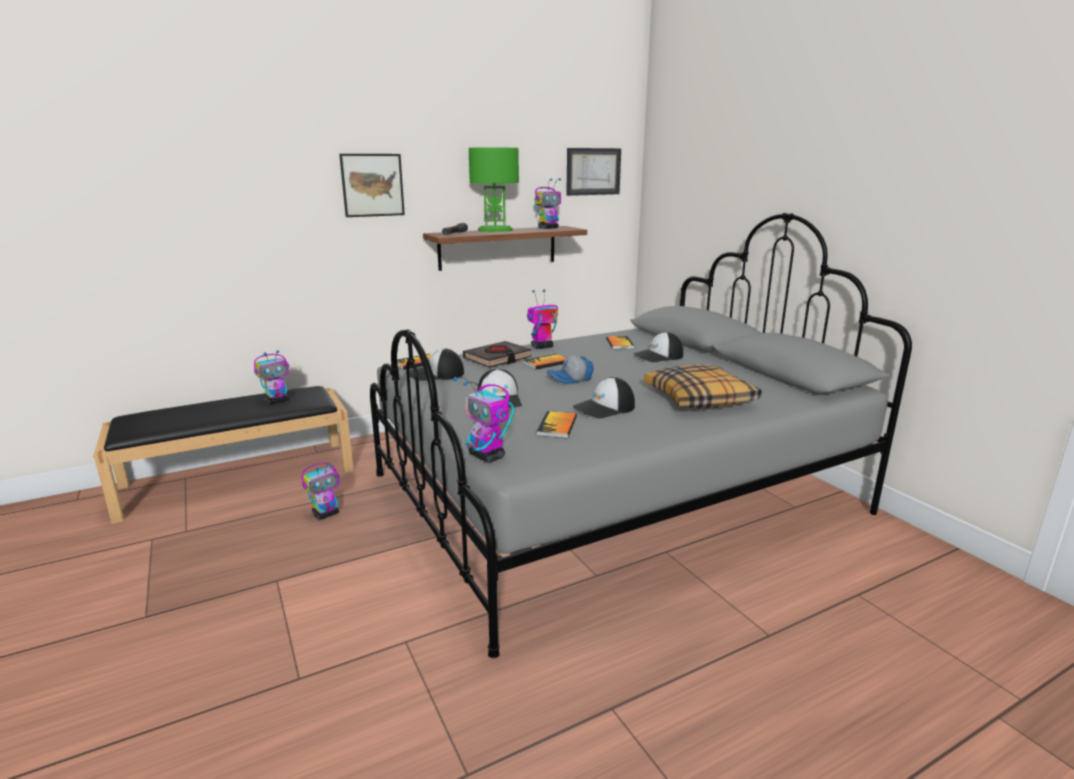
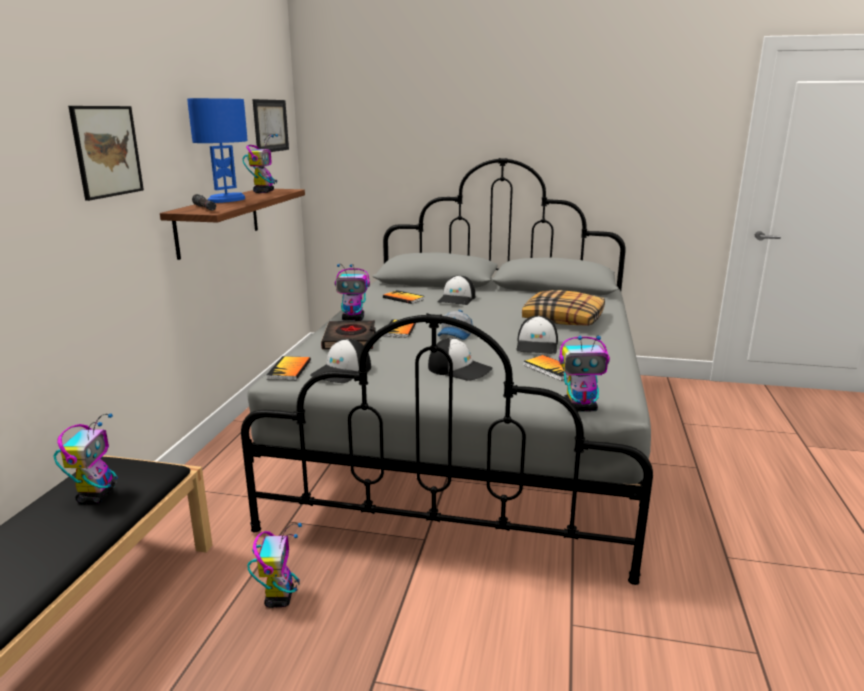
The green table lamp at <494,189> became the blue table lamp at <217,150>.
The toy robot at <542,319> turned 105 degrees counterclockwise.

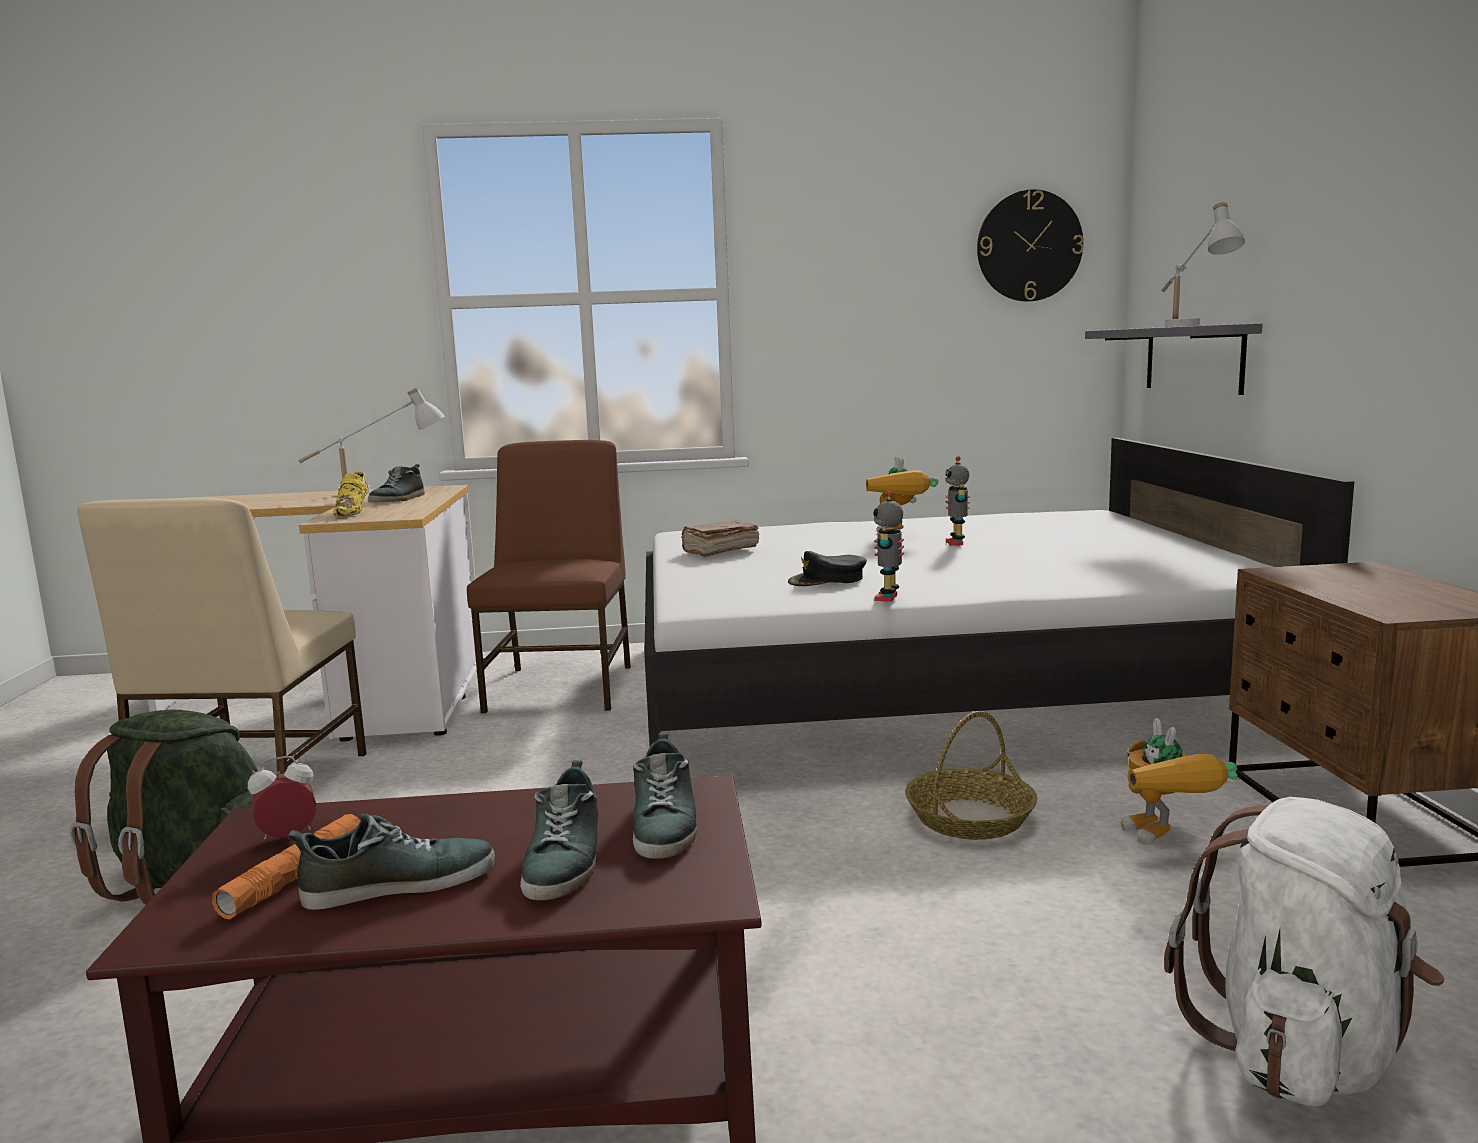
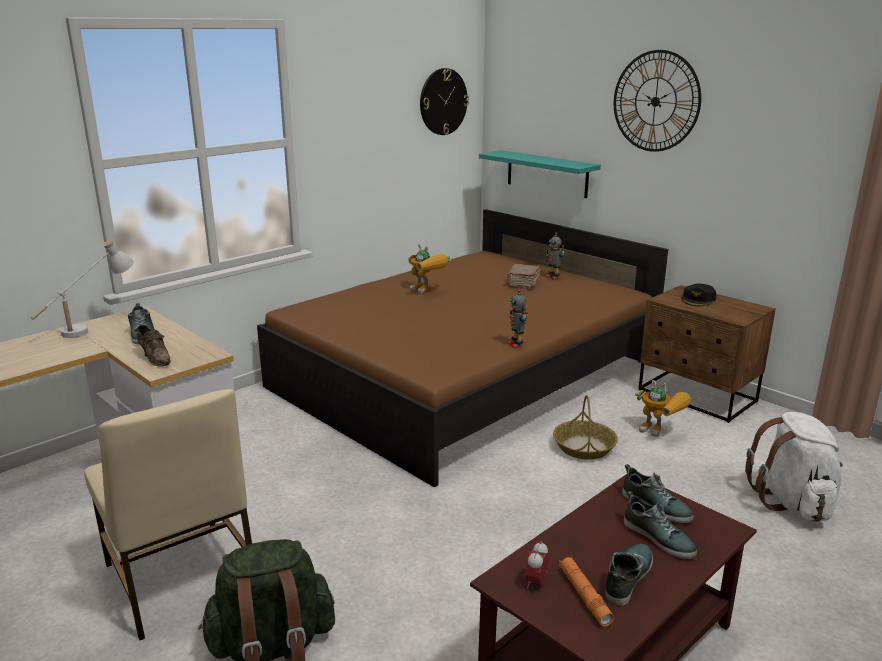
The yellow shoe at <350,494> became the brown shoe at <154,346>.
The white bed at <999,592> became the brown bed at <462,348>.
The grey shelf at <1174,359> became the turquoise shelf at <540,174>.
The brown book moved from <720,538> to <523,276>.
The toy robot moved from <957,501> to <555,256>.
The wall clock at <657,101> appeared.
The black cap moved from <827,568> to <699,295>.
The brown chair at <549,576> disappeared.
The white table lamp at <1203,264> disappeared.

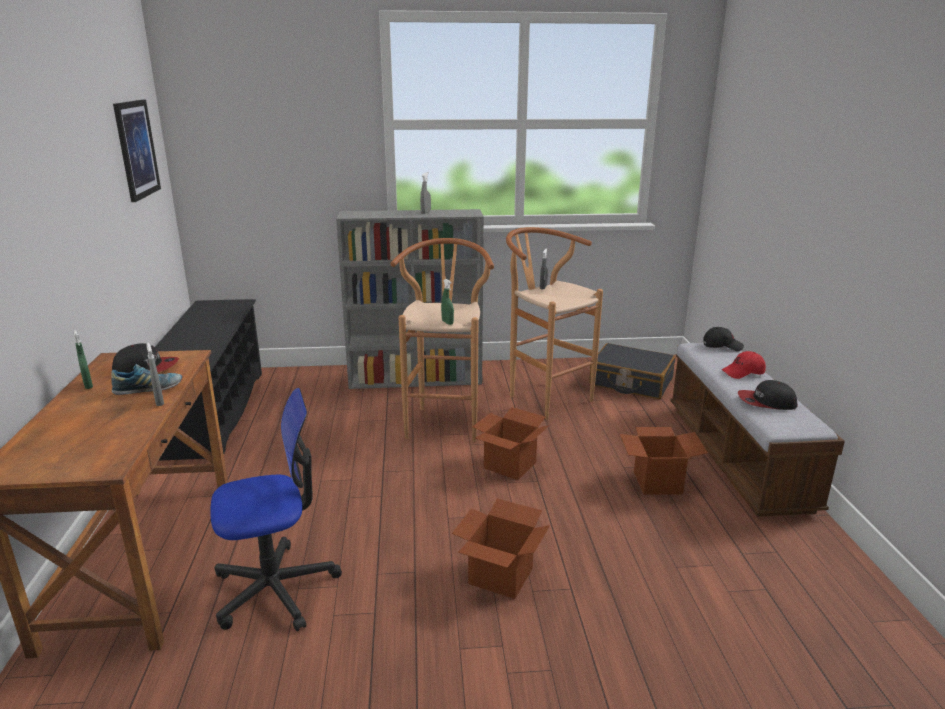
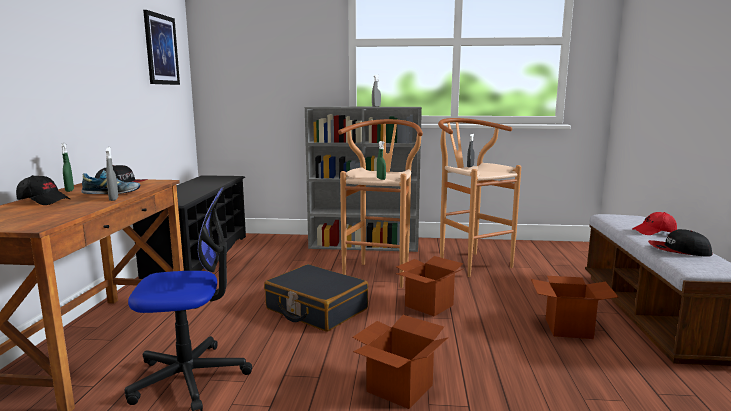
The black cap moved from <723,339> to <43,190>.
The black suitcase moved from <632,371> to <316,298>.

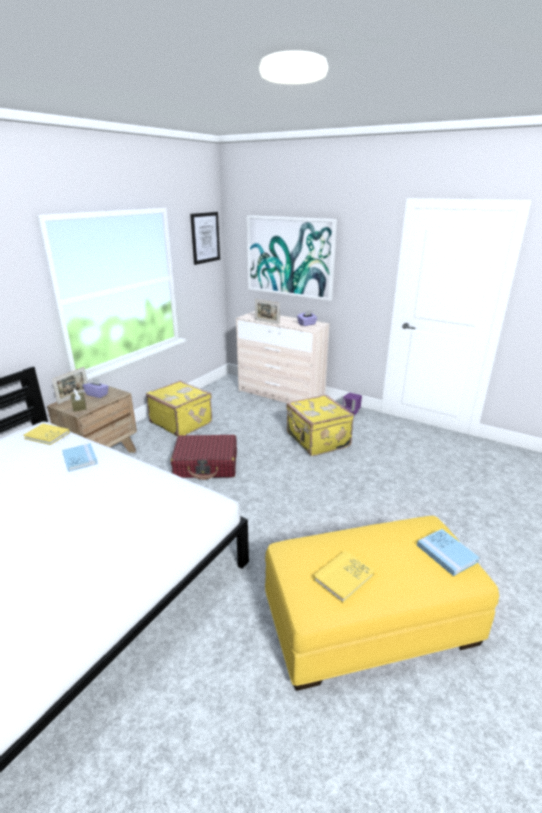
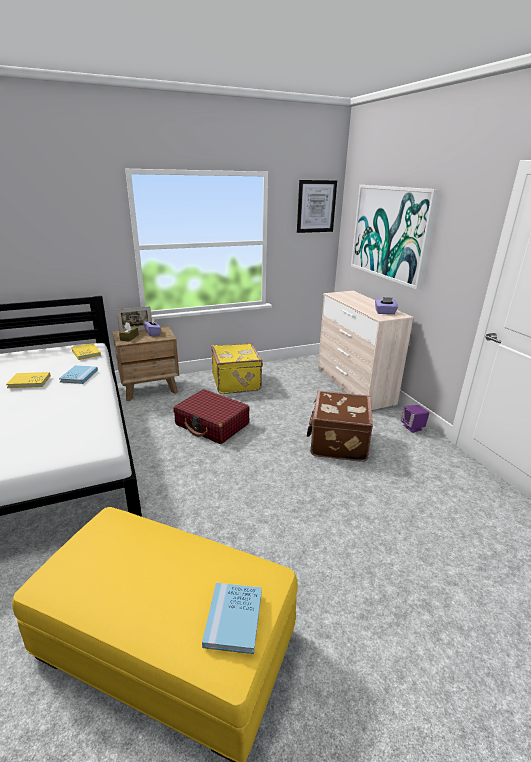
The yellow book moved from <344,576> to <28,380>.
The yellow suitcase at <320,425> became the brown suitcase at <340,426>.
The picture frame at <267,311> disappeared.

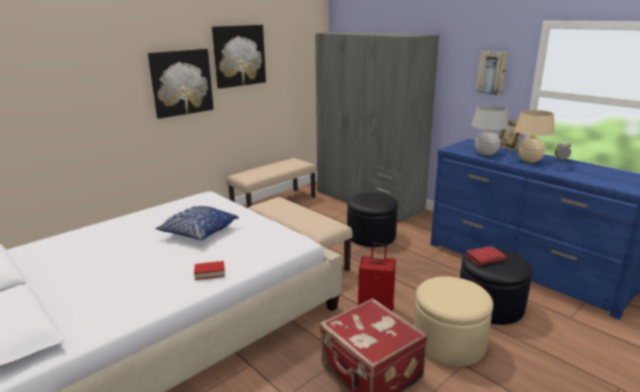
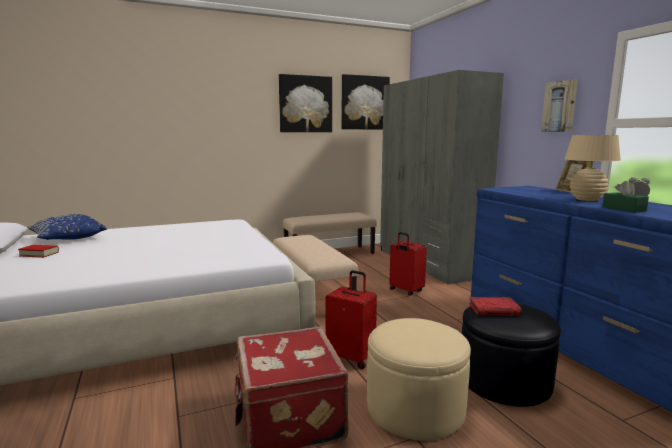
The book moved from <209,270> to <38,251>.
The blue pillow moved from <197,223> to <67,227>.
The picture moved from <181,84> to <366,101>.
The black ottoman at <372,219> was replaced by the red suitcase at <408,264>.
The green tissue box at <625,197> appeared.
The white table lamp at <490,130> disappeared.

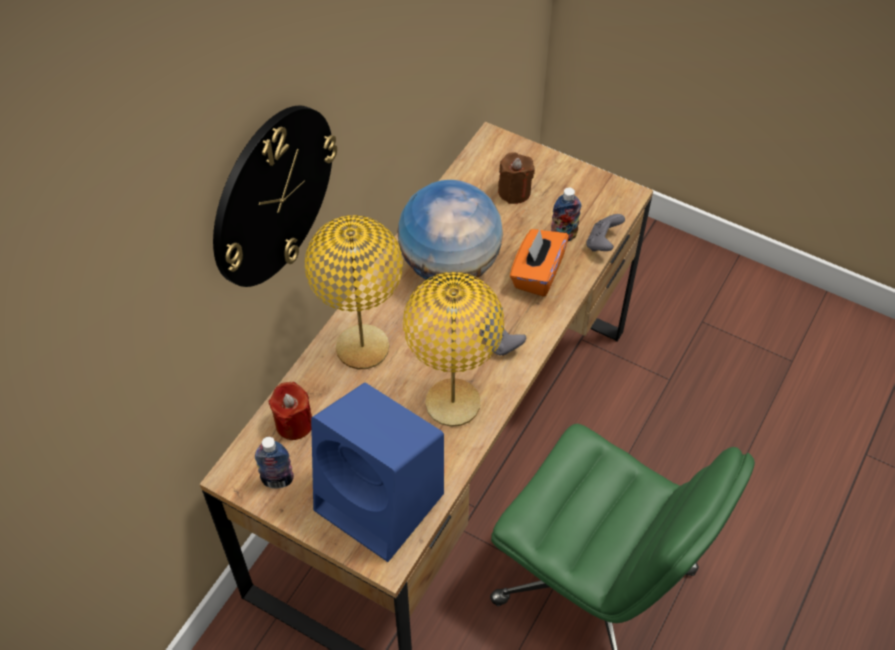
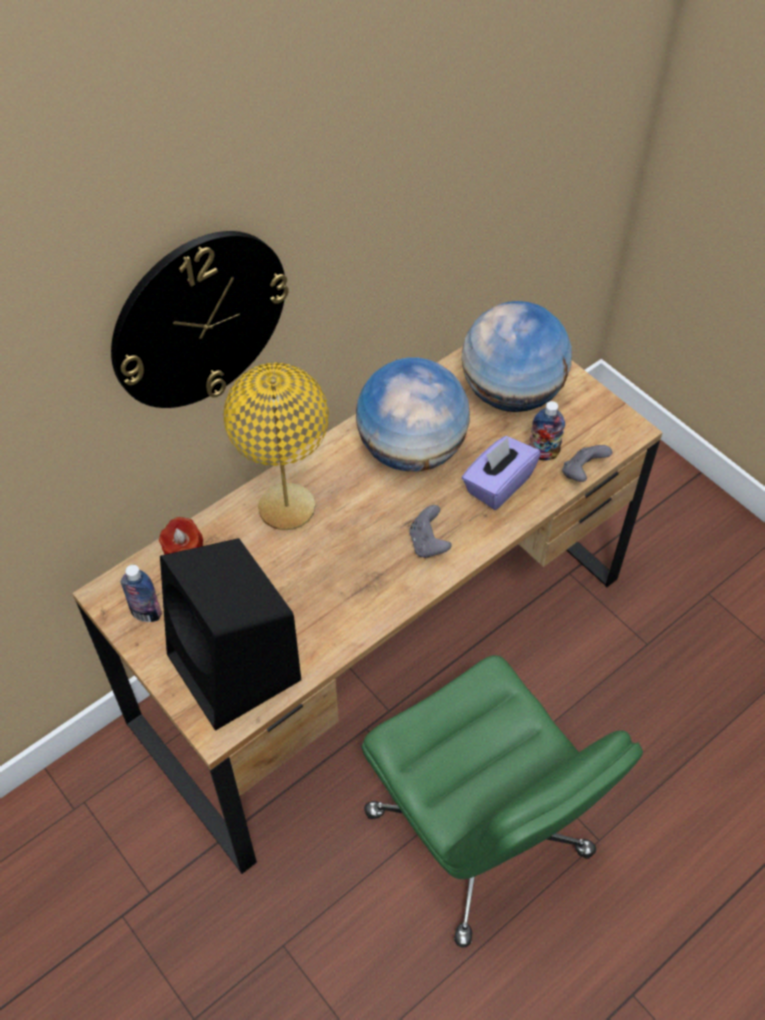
The blue speaker at <377,472> became the black speaker at <230,634>.
The brown candle at <516,178> was replaced by the globe at <516,356>.
The orange tissue box at <539,263> became the purple tissue box at <501,473>.
The yellow table lamp at <453,349> disappeared.

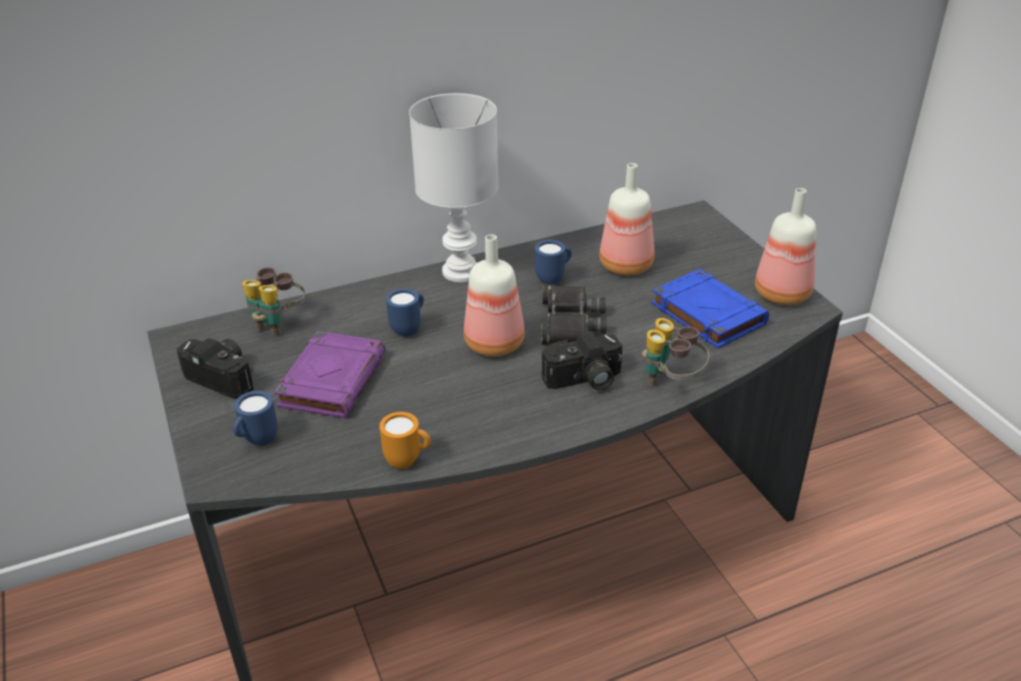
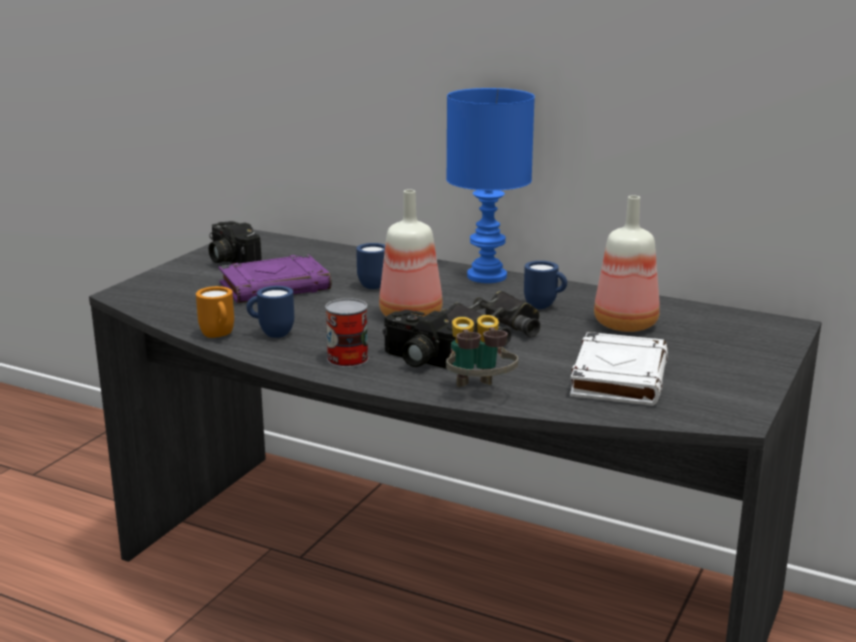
The photo camera at <215,368> turned 150 degrees clockwise.
The blue mug moved from <255,418> to <270,312>.
The can at <347,333> appeared.
The white table lamp at <454,187> became the blue table lamp at <490,185>.
The blue book at <710,308> became the white book at <619,369>.
The binoculars at <274,301> disappeared.
The bottle at <785,246> disappeared.

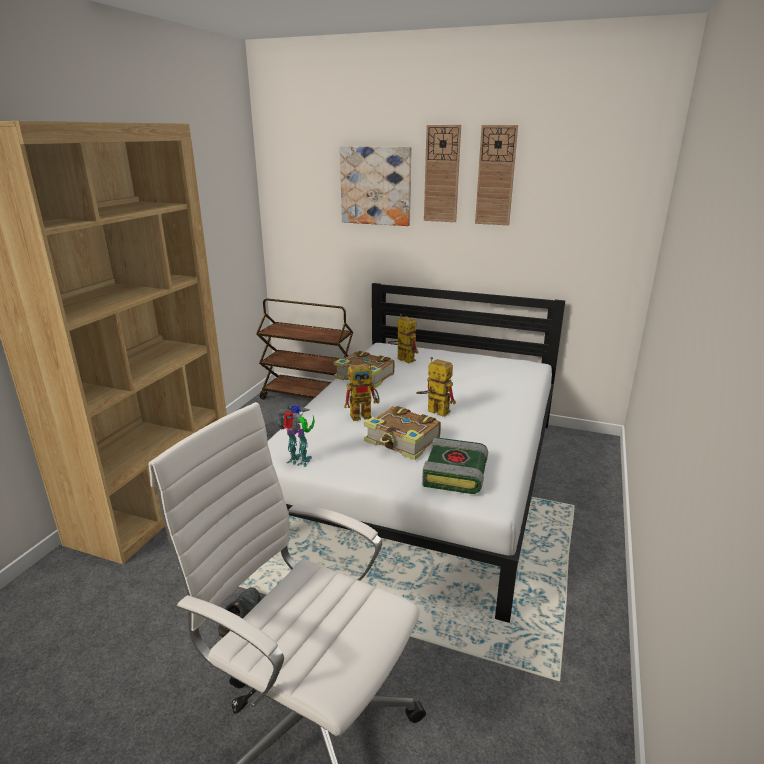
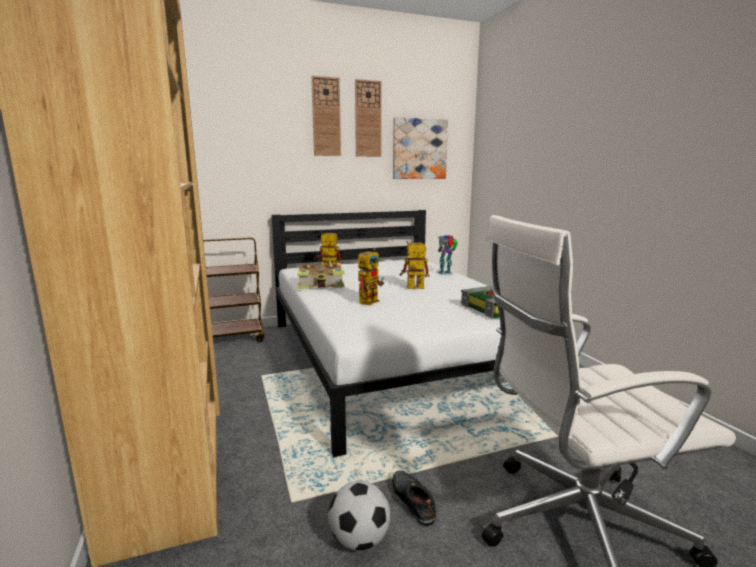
The football at <359,516> appeared.
The picture moved from <376,186> to <420,148>.
The toy robot moved from <296,435> to <447,255>.
The book at <402,433> disappeared.

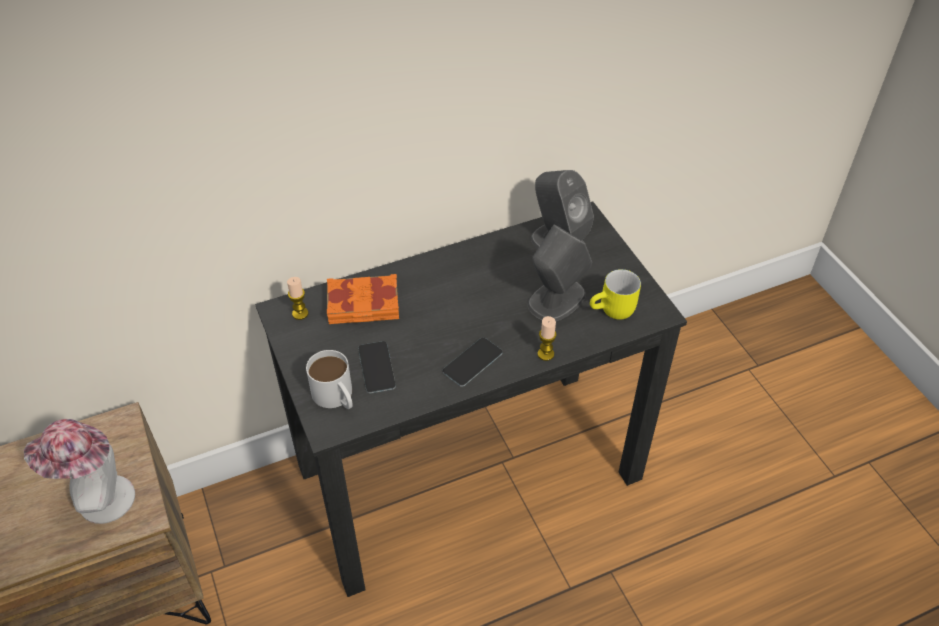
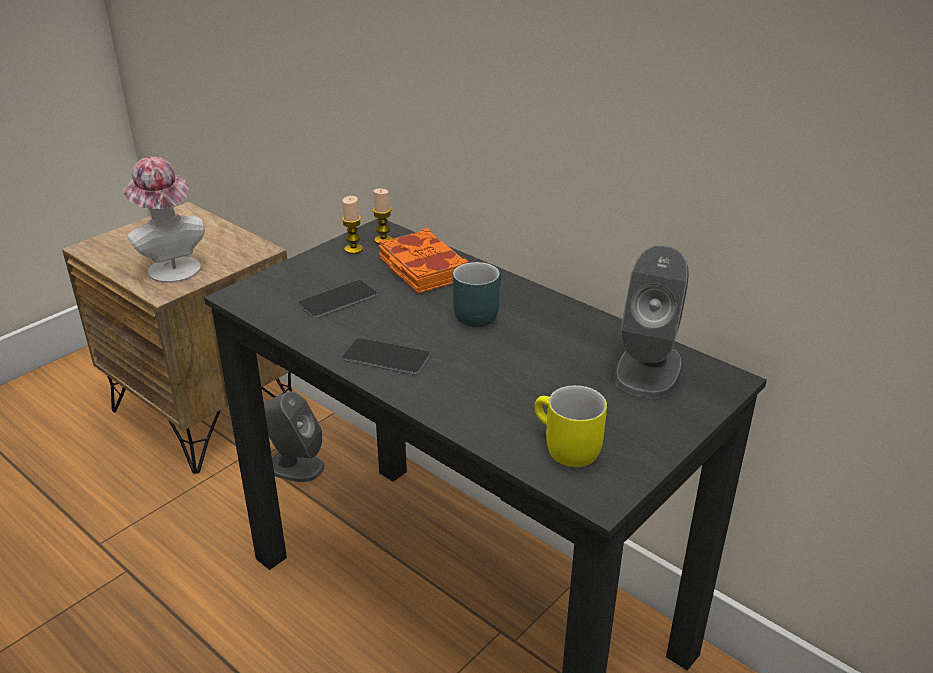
The grey speaker moved from <559,273> to <294,436>.
The candle moved from <547,338> to <352,225>.
The turquoise mug at <477,294> appeared.
The white mug at <329,379> disappeared.

